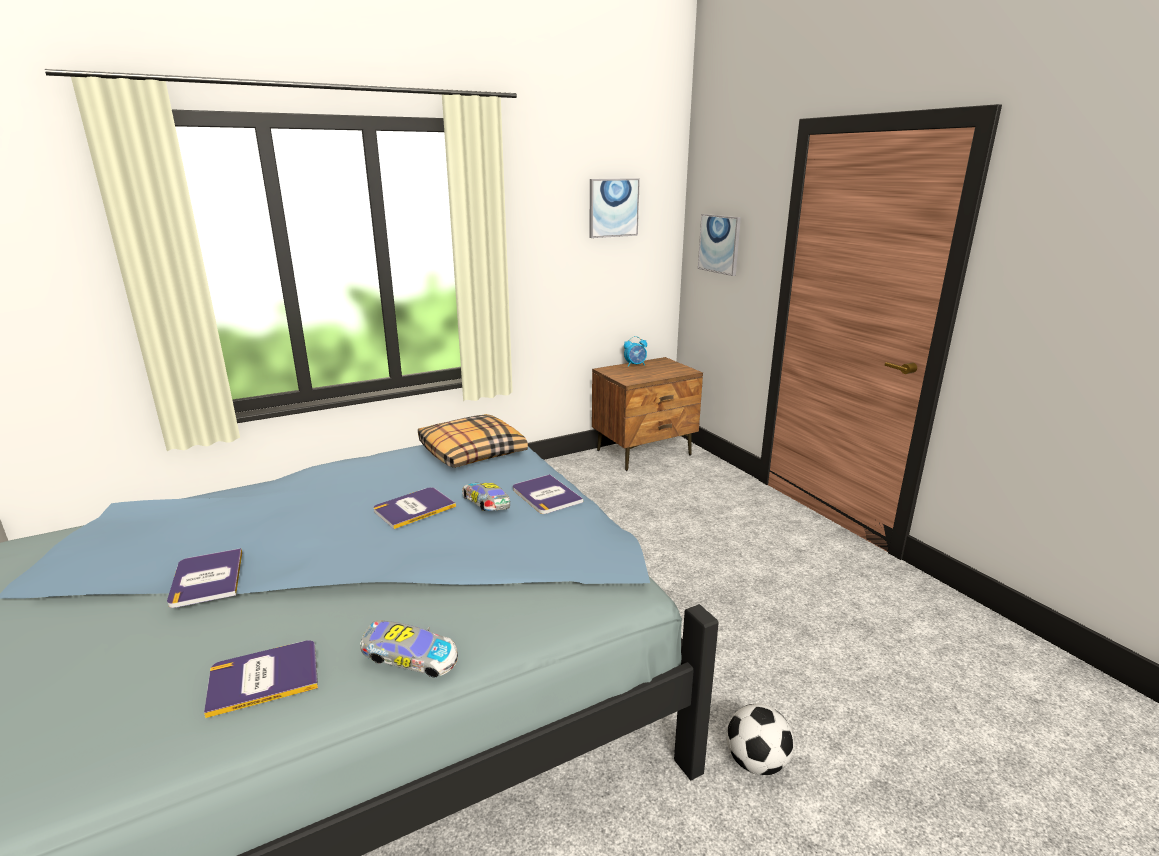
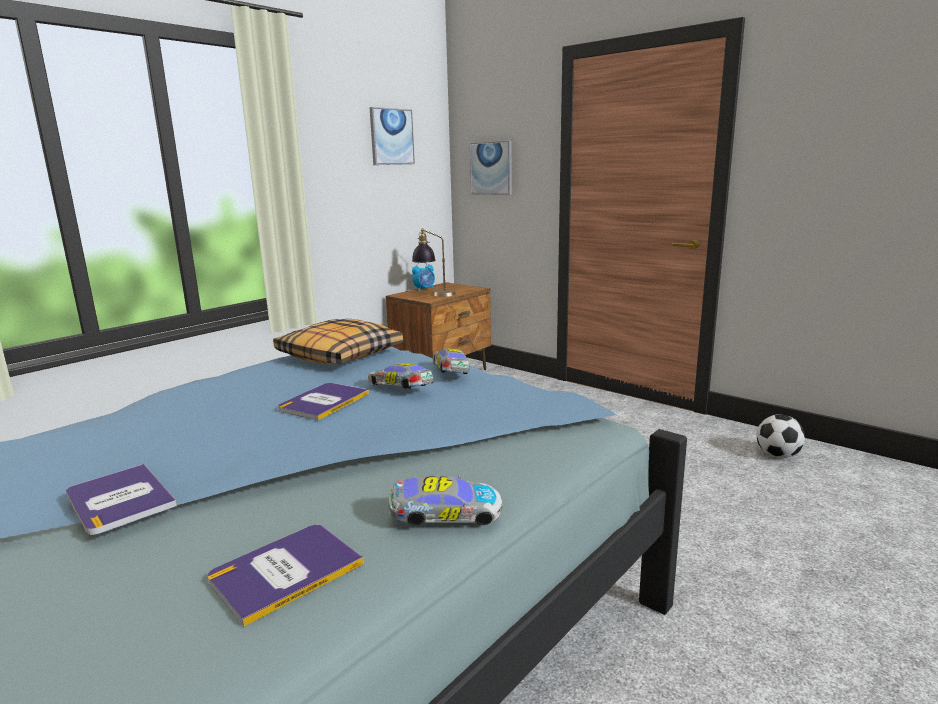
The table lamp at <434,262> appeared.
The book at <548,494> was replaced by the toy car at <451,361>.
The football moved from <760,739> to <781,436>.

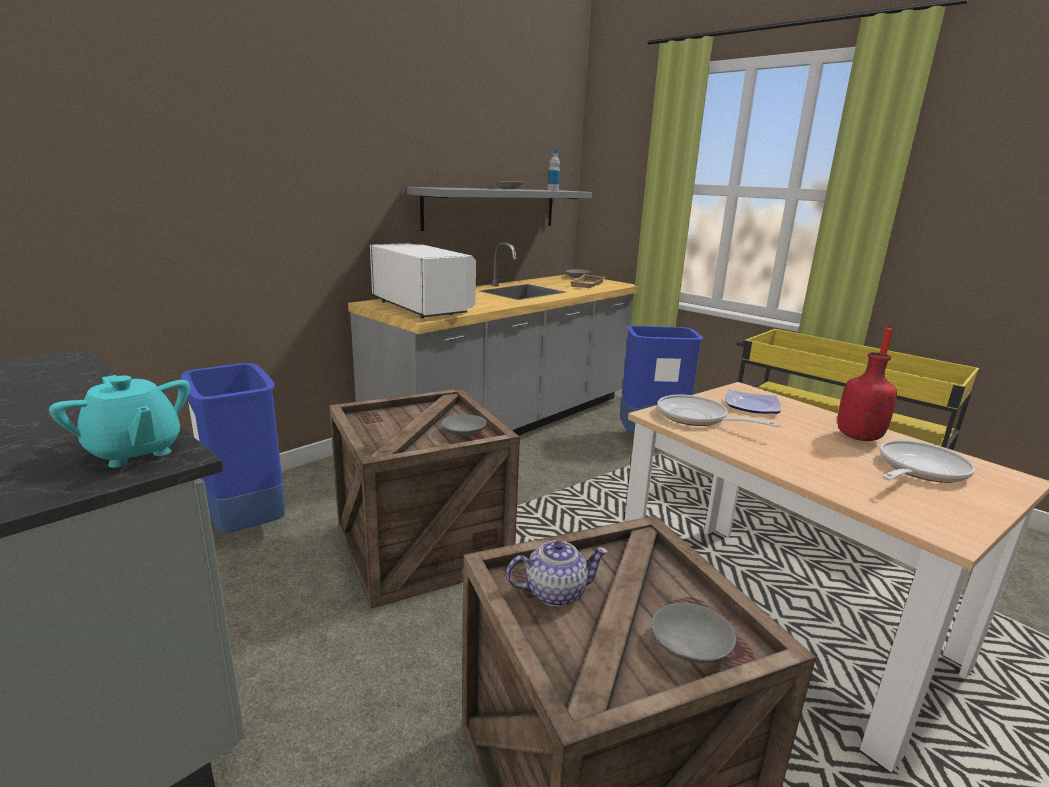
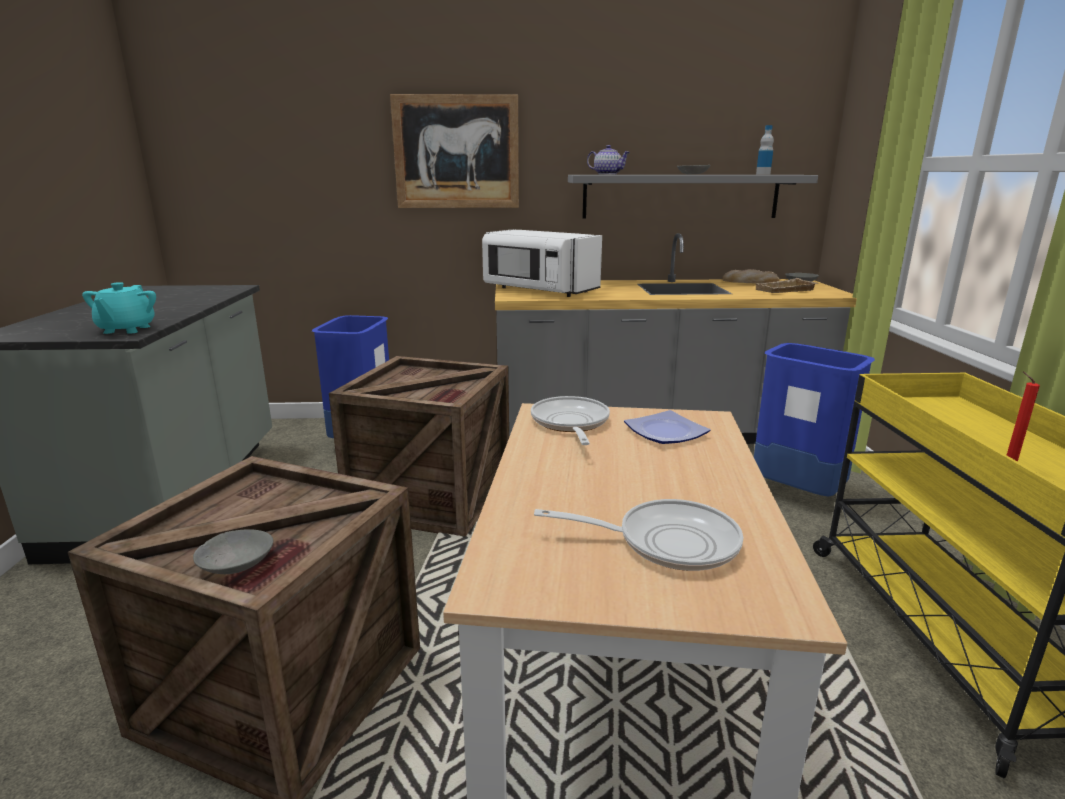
The picture at <454,151> appeared.
The white microwave at <423,280> turned 120 degrees clockwise.
The teapot moved from <557,573> to <608,160>.
The bread at <751,276> appeared.
The grey bowl at <464,425> disappeared.
The red bottle at <867,396> disappeared.

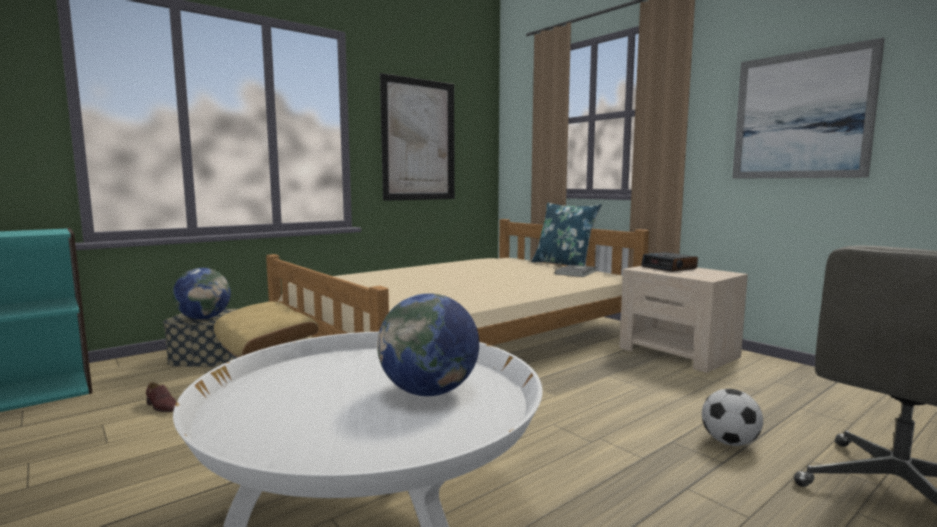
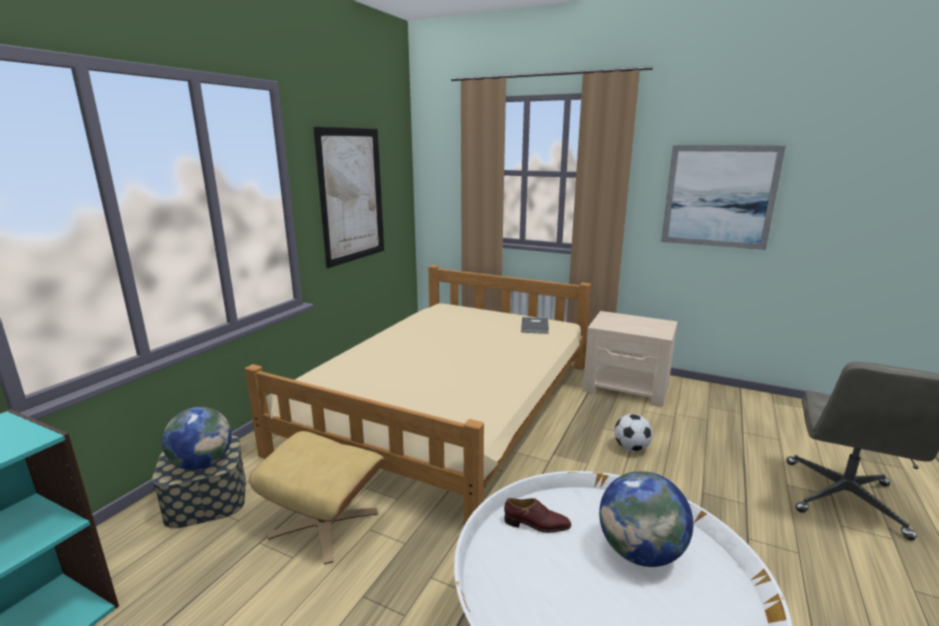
The brown shoe moved from <161,397> to <537,515>.
The football moved from <732,417> to <633,432>.
The blue pillow at <566,234> disappeared.
The alarm clock at <669,262> disappeared.

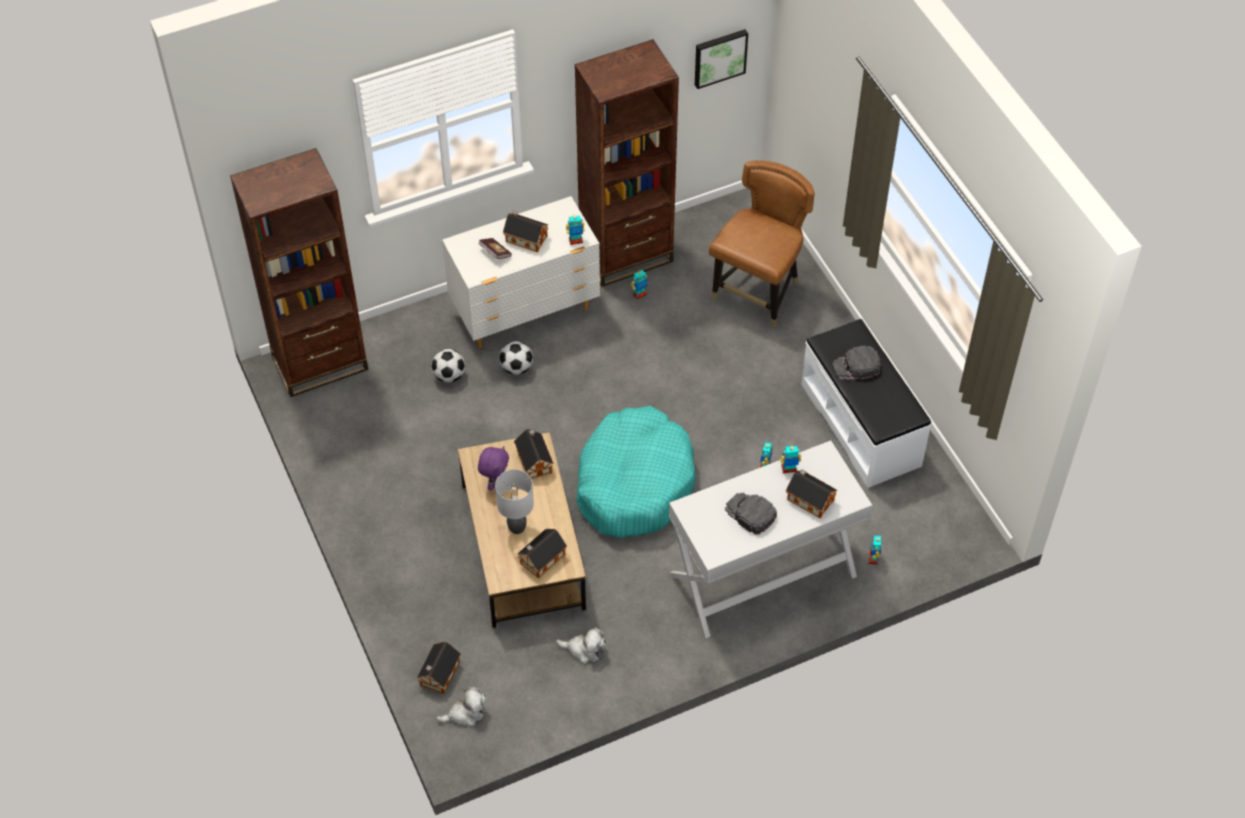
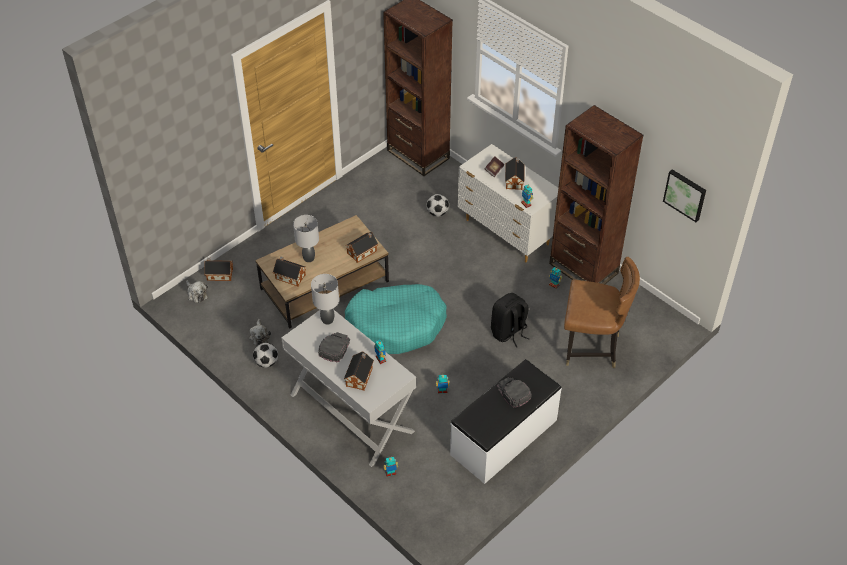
The football moved from <516,358> to <265,355>.
The grey table lamp at <325,299> appeared.
The black backpack at <510,320> appeared.
The purple plush toy at <493,468> disappeared.

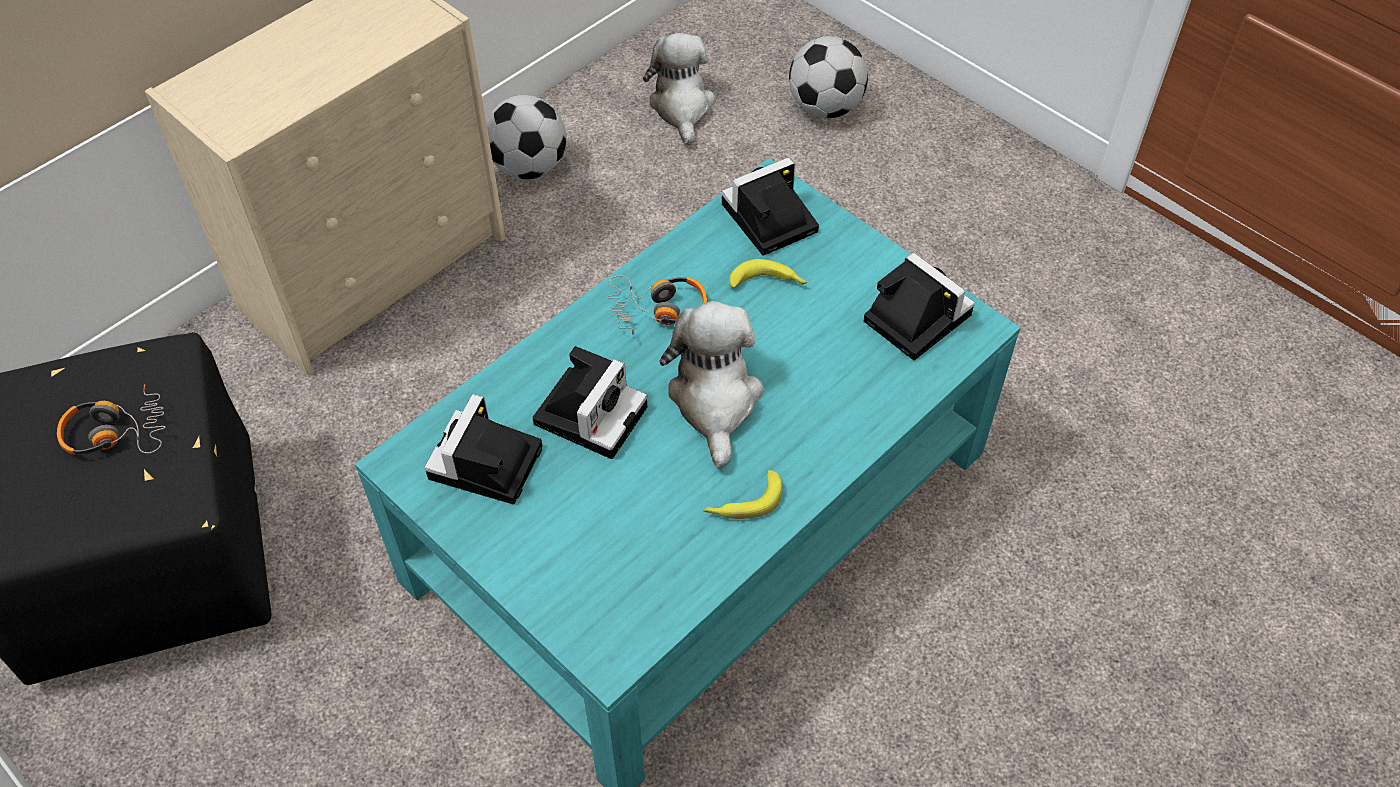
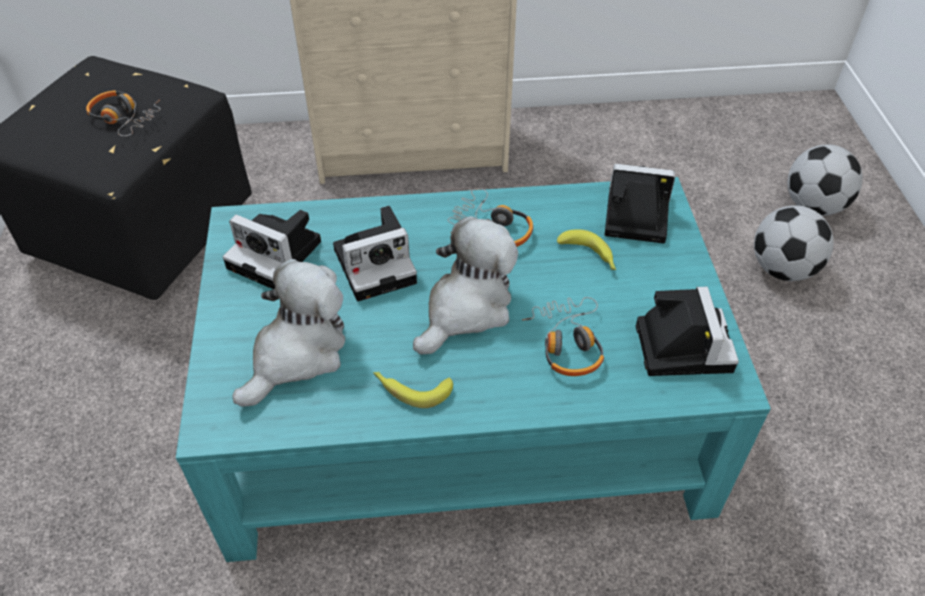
The photo camera at <483,449> turned 120 degrees counterclockwise.
The plush toy moved from <679,89> to <288,333>.
The headphones at <563,336> appeared.
The football moved from <526,137> to <794,243>.

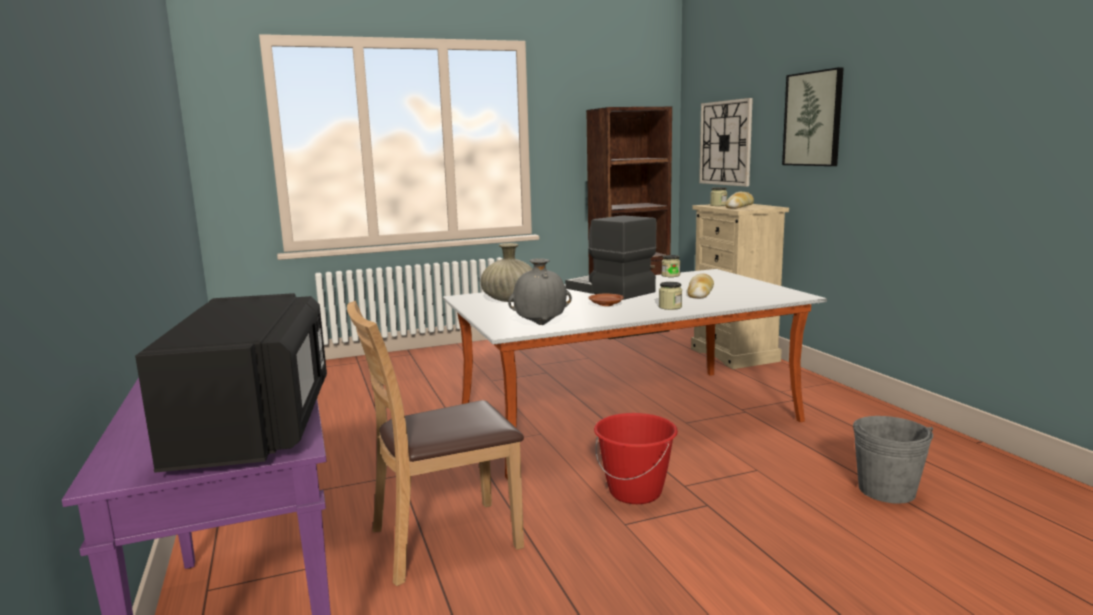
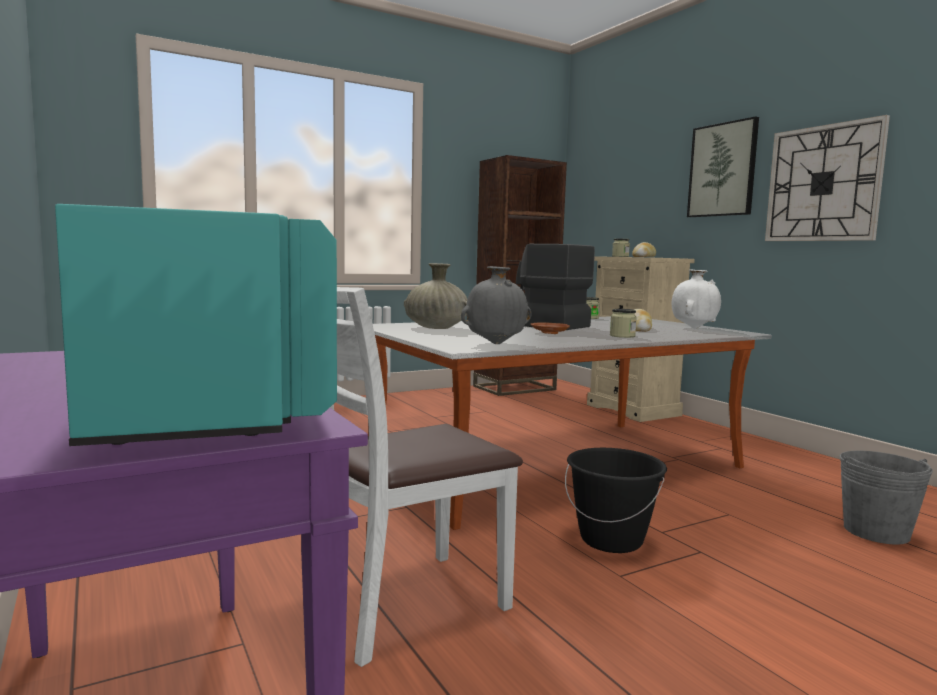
The black microwave at <231,383> became the turquoise microwave at <196,325>.
The brown chair at <435,443> became the white chair at <426,477>.
The red bucket at <636,458> became the black bucket at <616,500>.
The white vase at <696,299> appeared.
The wall clock moved from <726,142> to <827,178>.

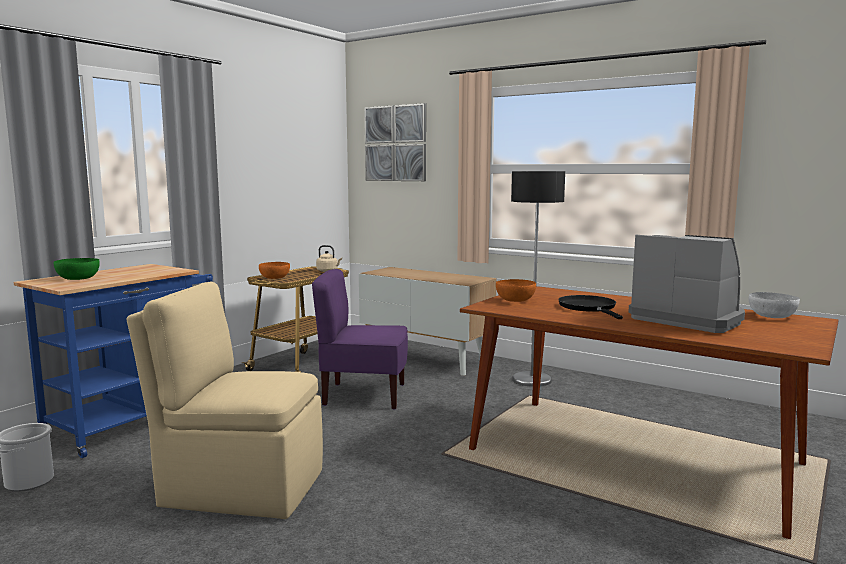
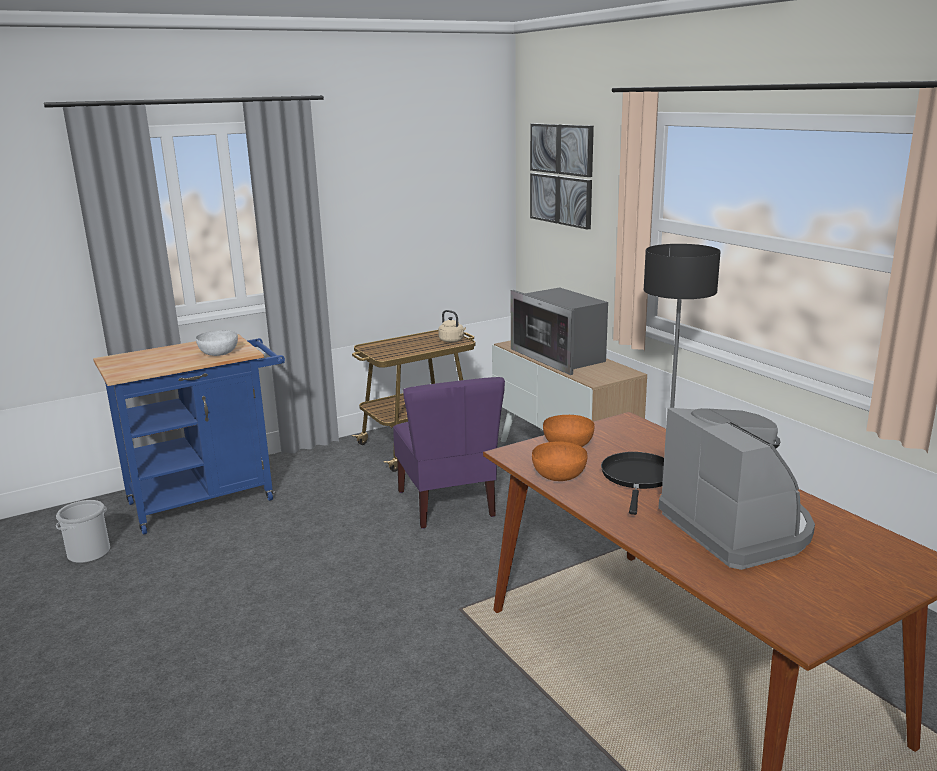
The white bowl moved from <774,305> to <217,343>.
The purple chair at <360,339> turned 135 degrees counterclockwise.
The microwave at <559,331> appeared.
The orange bowl moved from <274,270> to <559,461>.
The green bowl at <77,269> disappeared.
The beige chair at <225,400> disappeared.

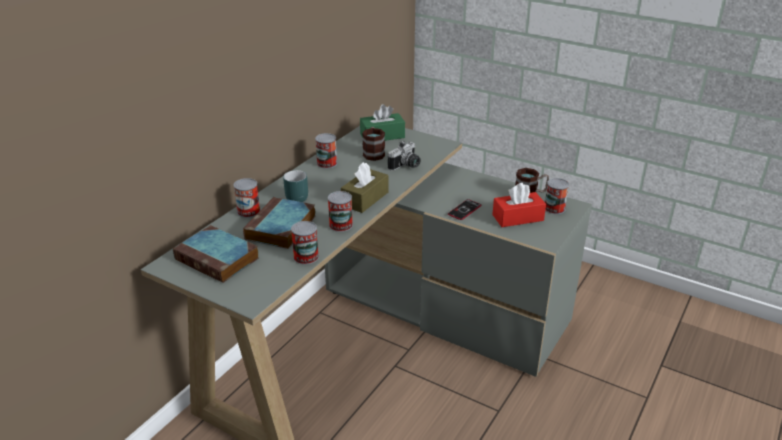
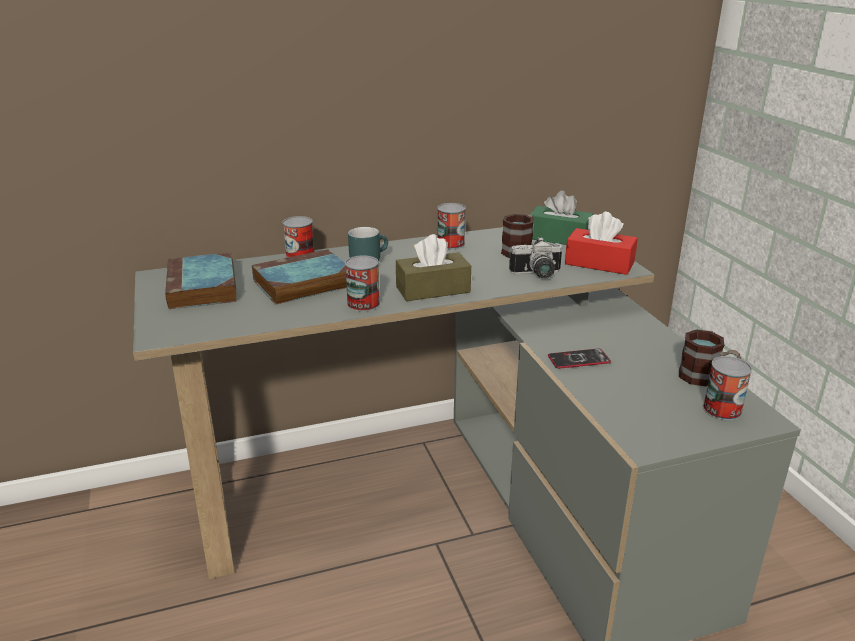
The red tissue box moved from <519,205> to <601,243>.
The can at <305,243> disappeared.

